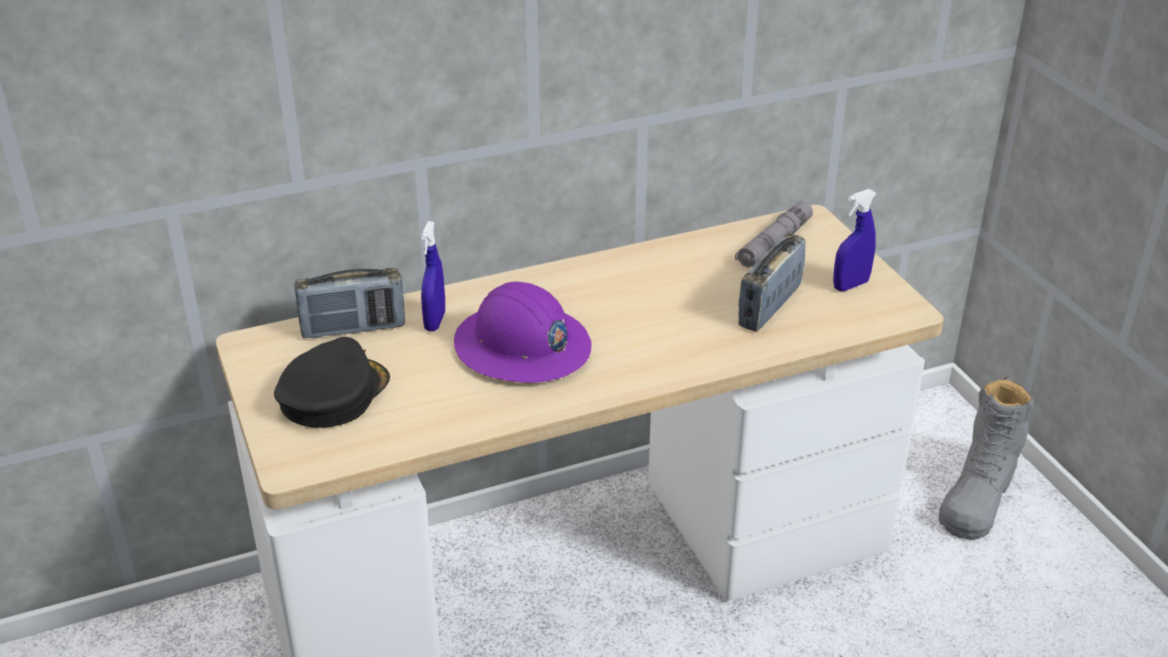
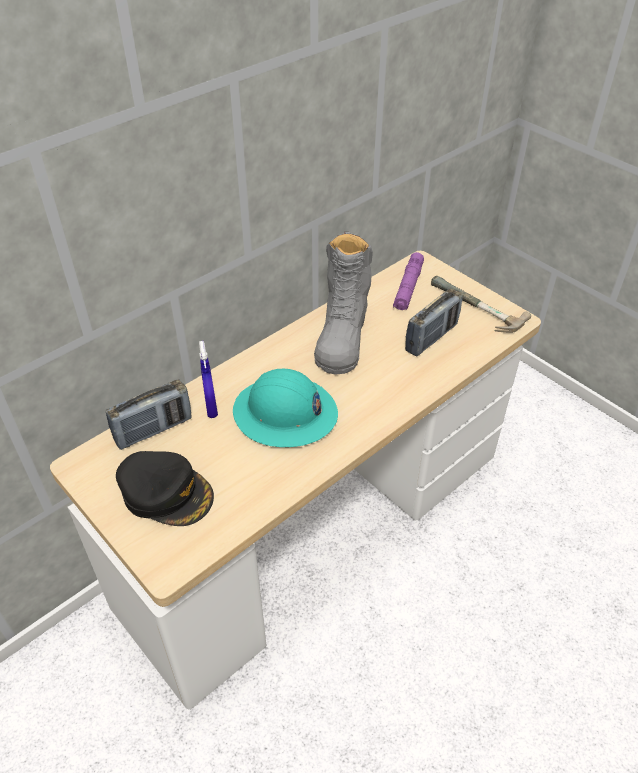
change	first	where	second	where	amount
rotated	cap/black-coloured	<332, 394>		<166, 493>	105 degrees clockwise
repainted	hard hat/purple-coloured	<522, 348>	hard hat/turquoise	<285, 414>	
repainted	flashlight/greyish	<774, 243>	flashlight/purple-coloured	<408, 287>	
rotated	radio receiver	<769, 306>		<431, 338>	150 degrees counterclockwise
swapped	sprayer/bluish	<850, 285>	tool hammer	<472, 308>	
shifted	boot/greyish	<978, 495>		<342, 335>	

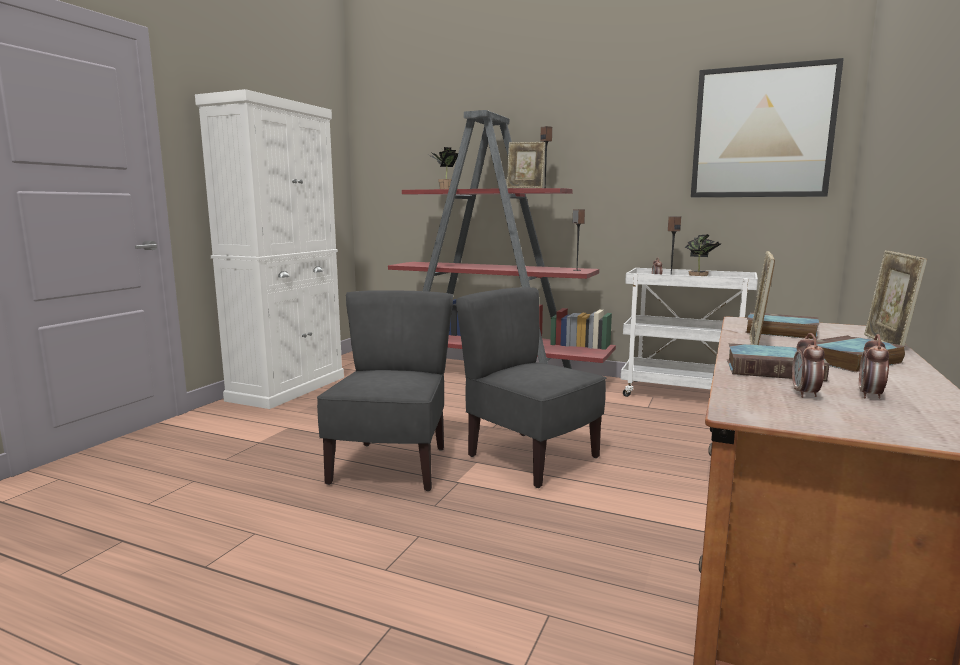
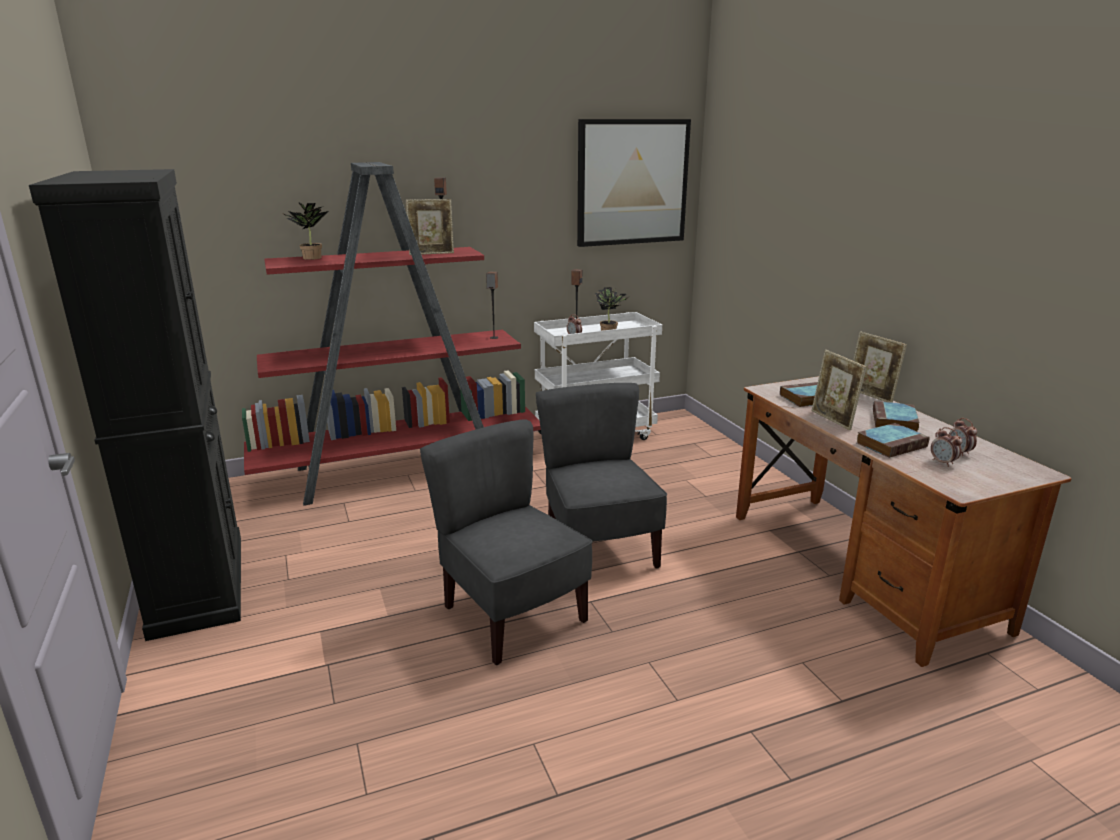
change	first	where	second	where	amount
repainted	cabinet/whitish	<288, 388>	cabinet/black-coloured	<198, 583>	
rotated	upright chair/greyish	<531, 457>		<598, 550>	75 degrees clockwise

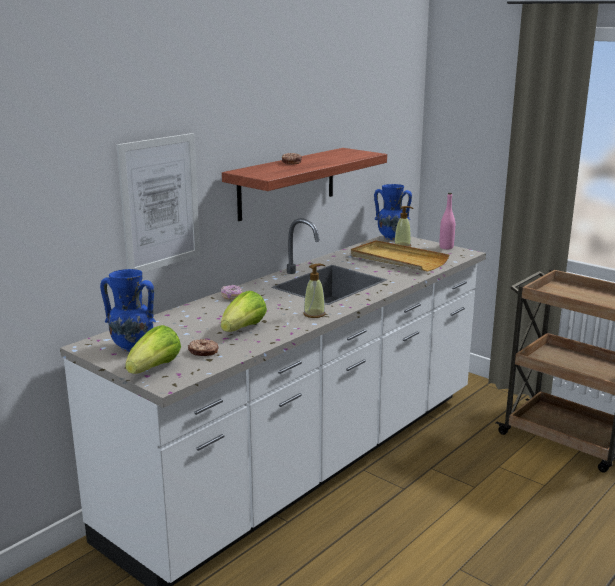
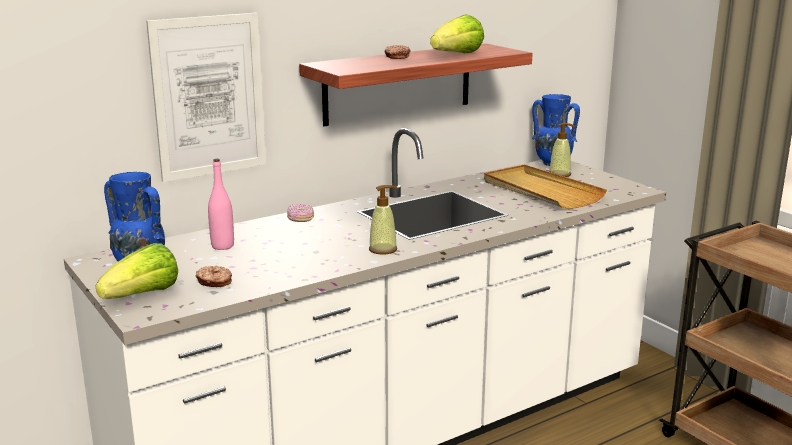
change	first	where	second	where	amount
shifted	lettuce head	<243, 329>		<457, 55>	
shifted	beverage bottle/pinkish	<446, 247>		<222, 246>	

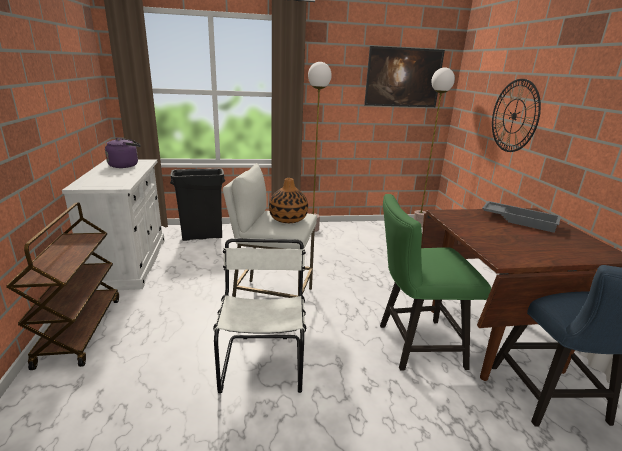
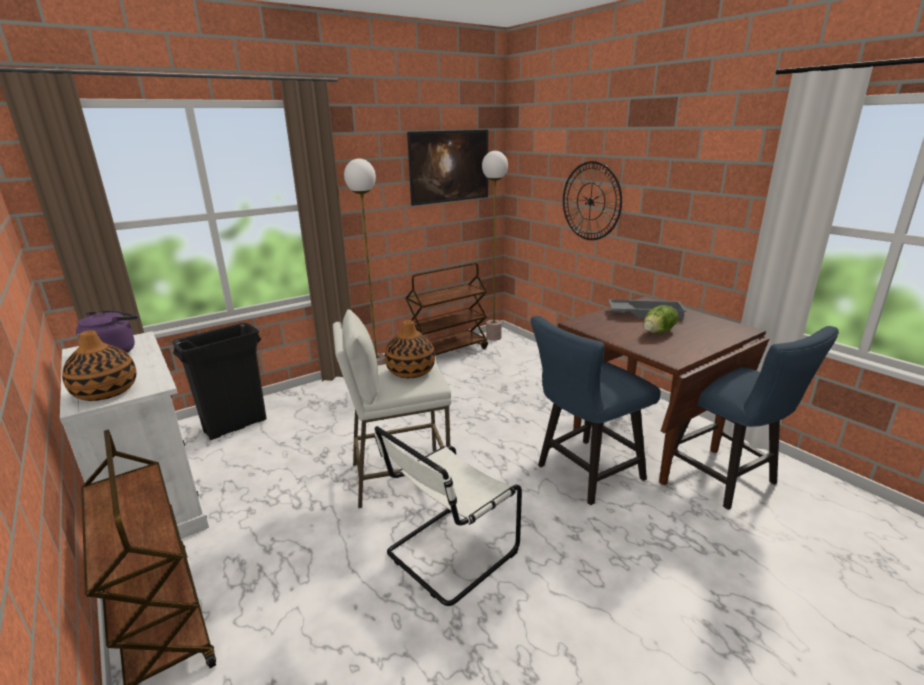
change	first	where	second	where	amount
rotated	upright chair/whitish	<263, 361>		<448, 554>	105 degrees counterclockwise
repainted	upright chair/green-coloured	<414, 345>	upright chair/bluish	<583, 474>	
new			flower vase	<106, 392>	
new			wheeled cart/brownish	<448, 352>	
new			lettuce head	<658, 332>	

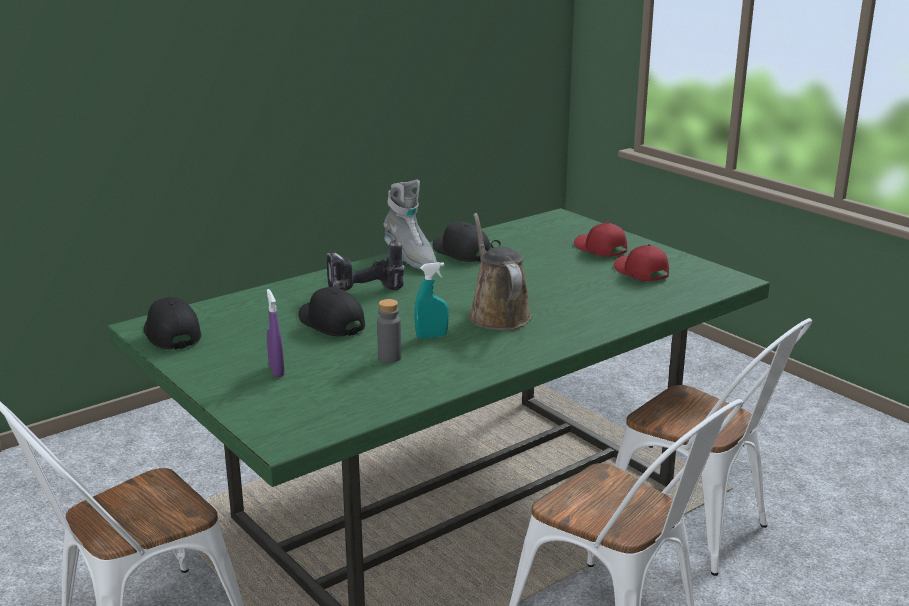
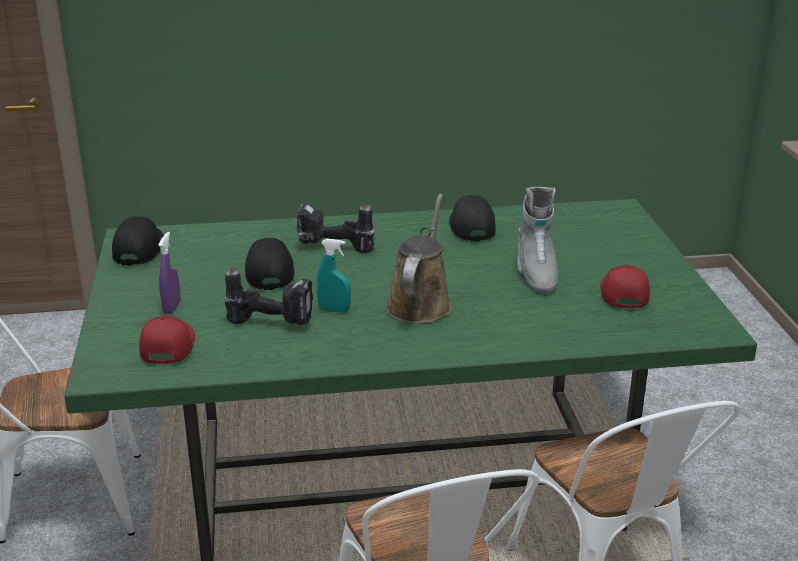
change	first	where	second	where	amount
swapped	beverage bottle/greyish	<389, 357>	power drill	<273, 321>	
shifted	boot/greyish	<409, 260>		<535, 273>	
shifted	cap/red-coloured	<600, 249>		<166, 347>	

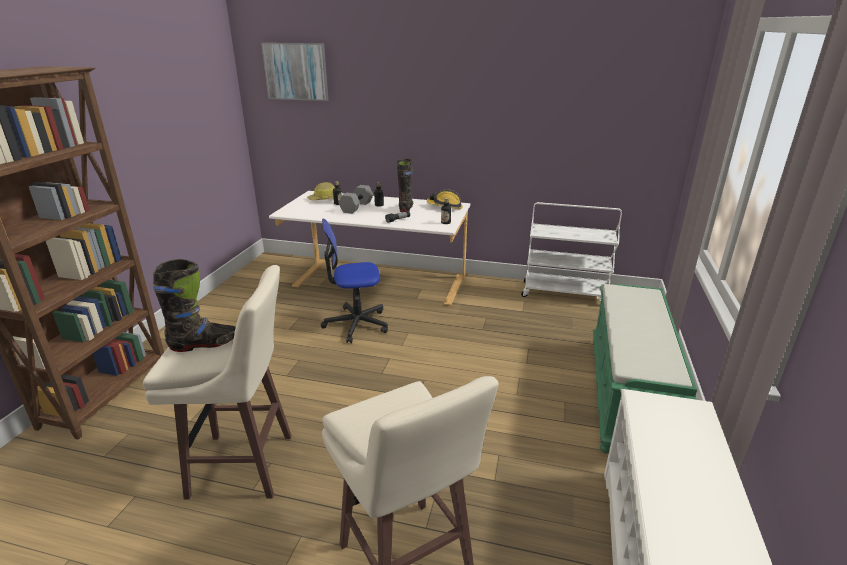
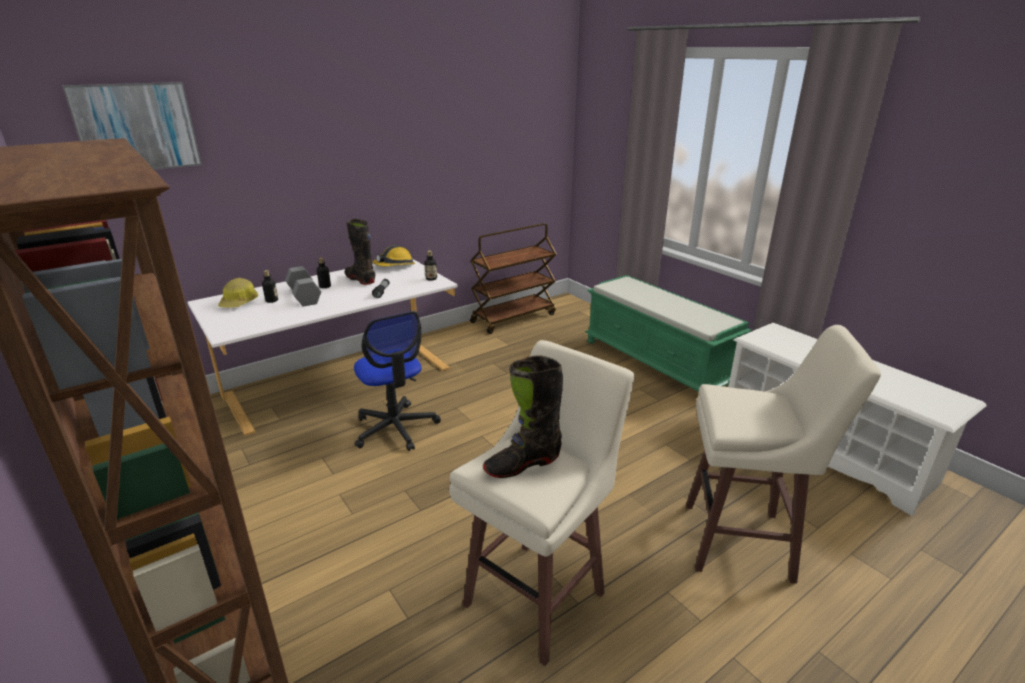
change	first	where	second	where	amount
rotated	boot/black-coloured	<204, 344>		<522, 464>	135 degrees counterclockwise
rotated	computer chair	<356, 324>		<395, 428>	60 degrees counterclockwise
repainted	wheeled cart/whitish	<565, 293>	wheeled cart/brownish	<513, 318>	

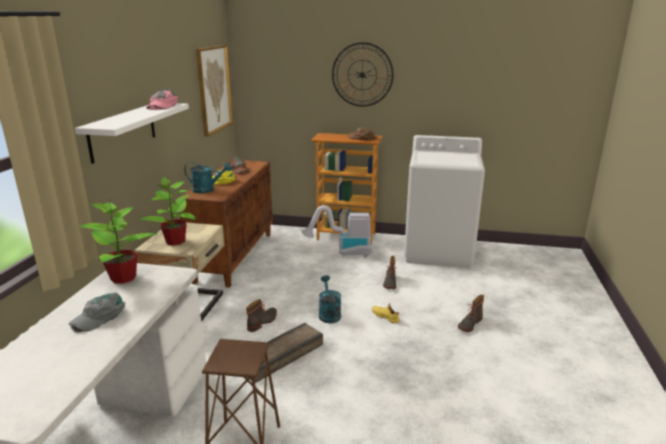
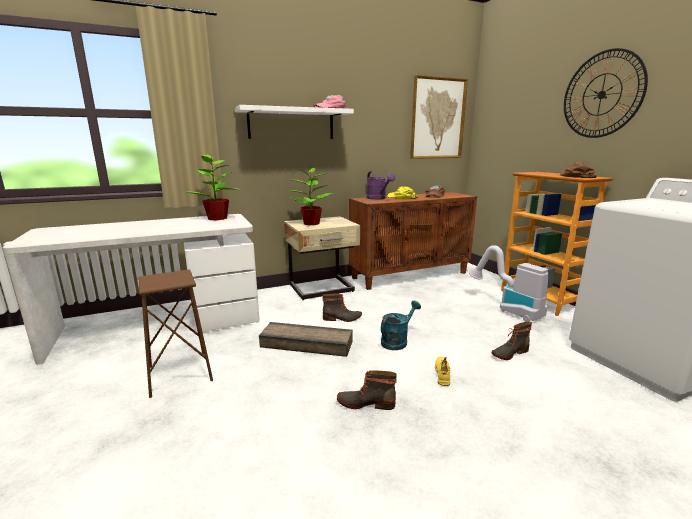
change	first	where	second	where	amount
gone	cap/greyish	<99, 316>			
repainted	watering can/turquoise	<207, 190>	watering can/purple-coloured	<378, 198>	
shifted	boot	<469, 324>		<366, 403>	

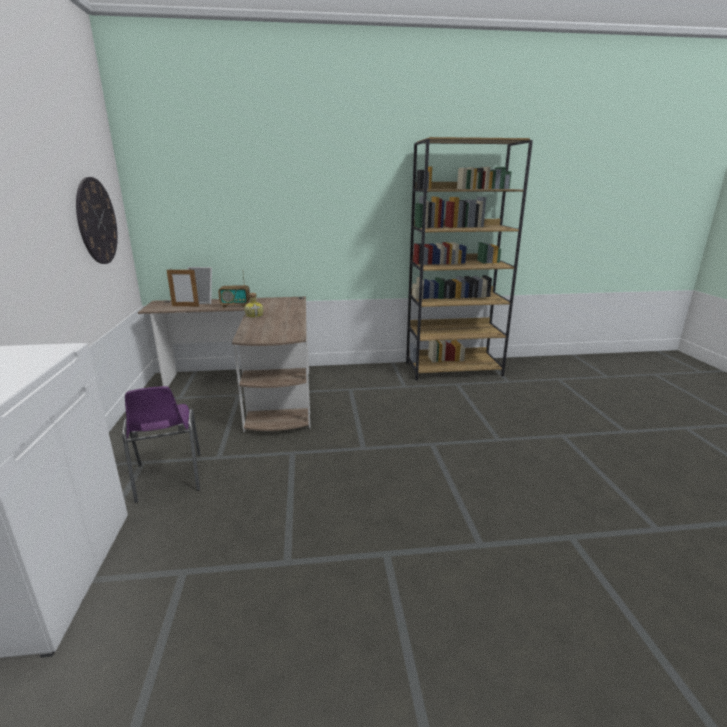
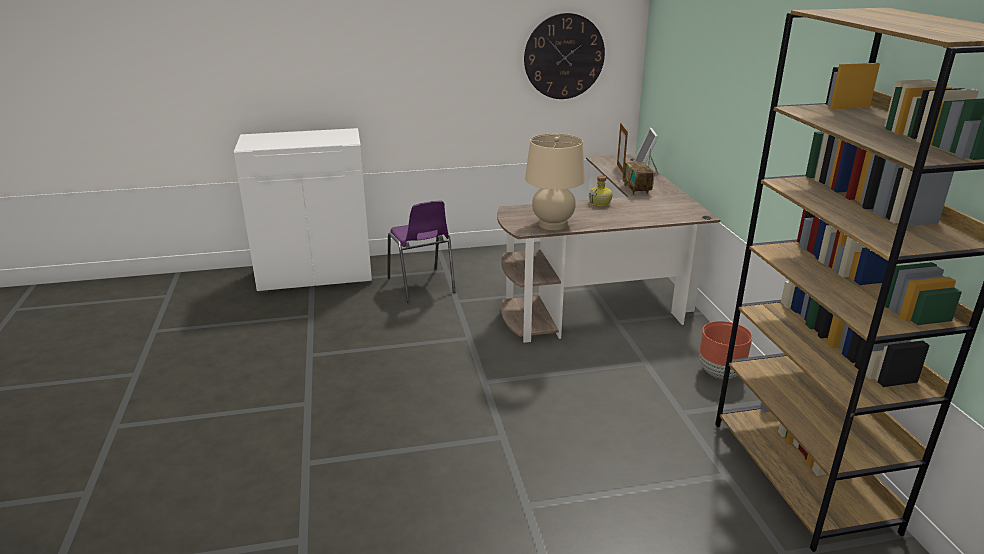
change	first	where	second	where	amount
rotated	upright chair/purple-coloured	<168, 478>		<422, 286>	90 degrees counterclockwise
new			tabletop lamp/beige-coloured	<553, 224>	
new			plant pot/brownish	<719, 373>	

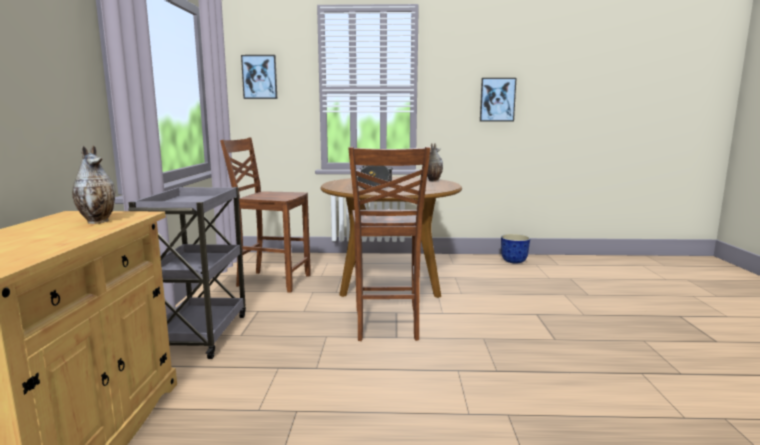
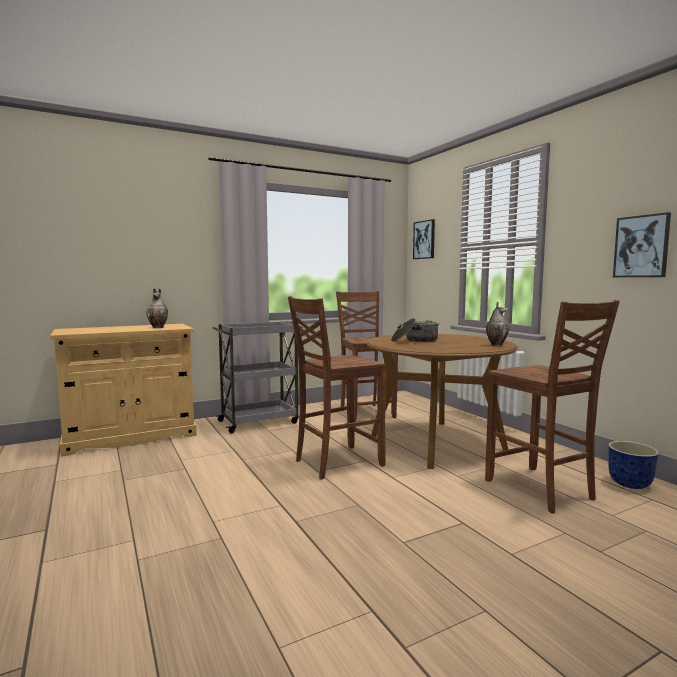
change	first	where	second	where	amount
new			upright chair/brownish	<540, 490>	

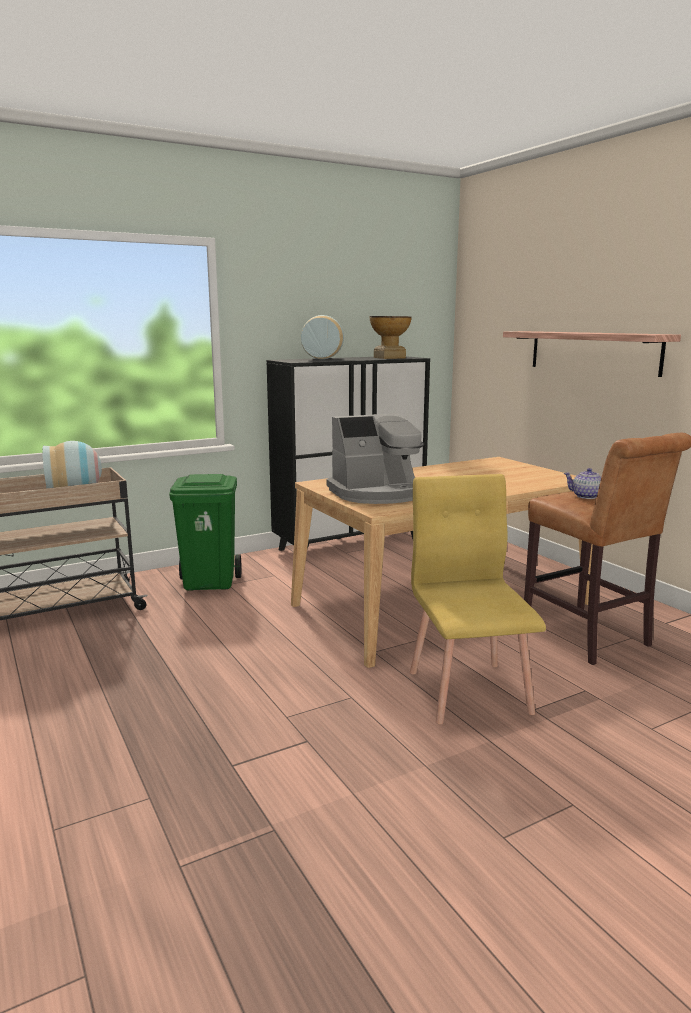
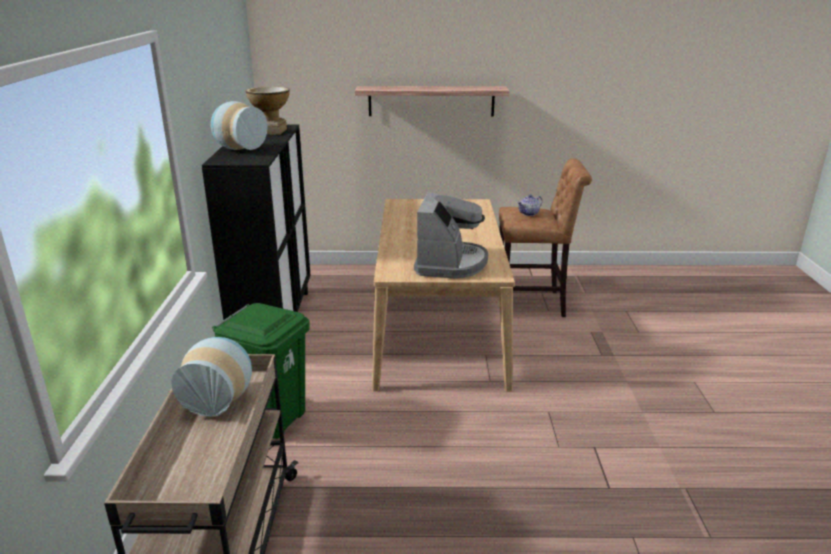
change	first	where	second	where	amount
gone	upright chair/yellow	<469, 691>			

